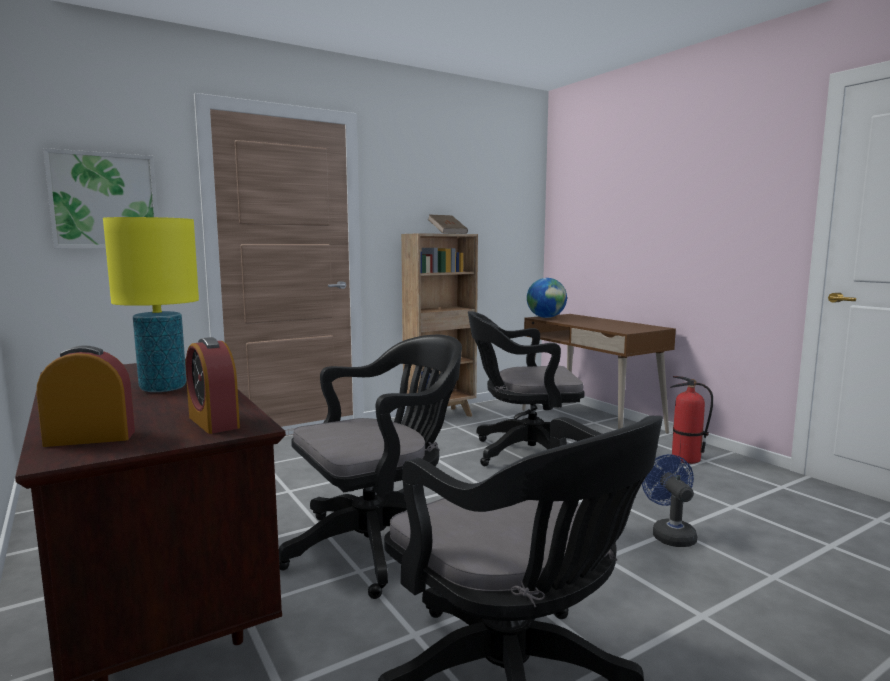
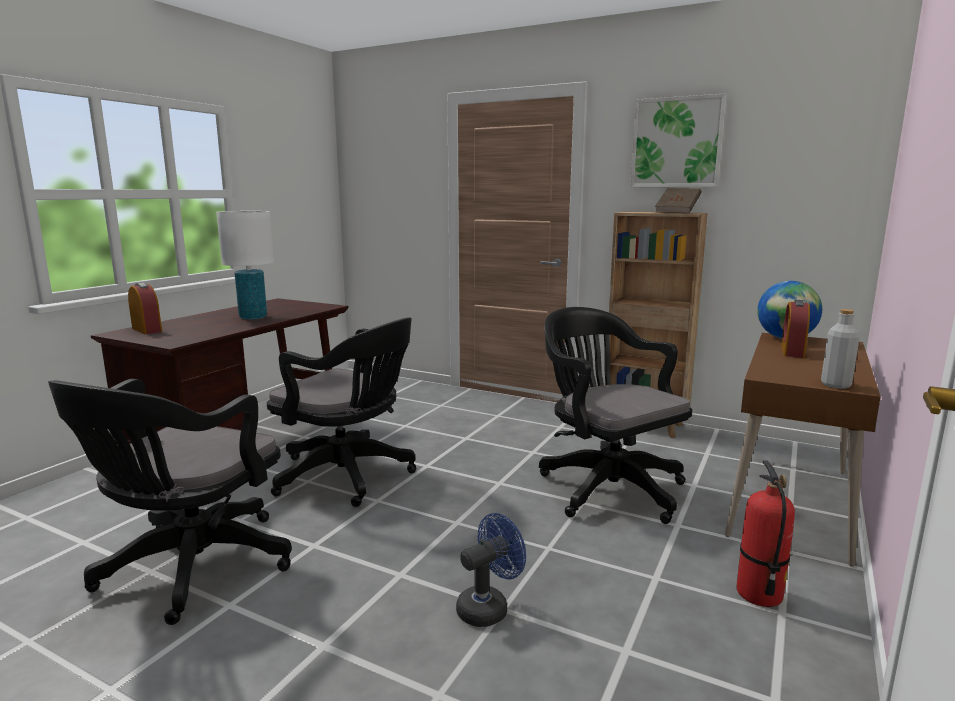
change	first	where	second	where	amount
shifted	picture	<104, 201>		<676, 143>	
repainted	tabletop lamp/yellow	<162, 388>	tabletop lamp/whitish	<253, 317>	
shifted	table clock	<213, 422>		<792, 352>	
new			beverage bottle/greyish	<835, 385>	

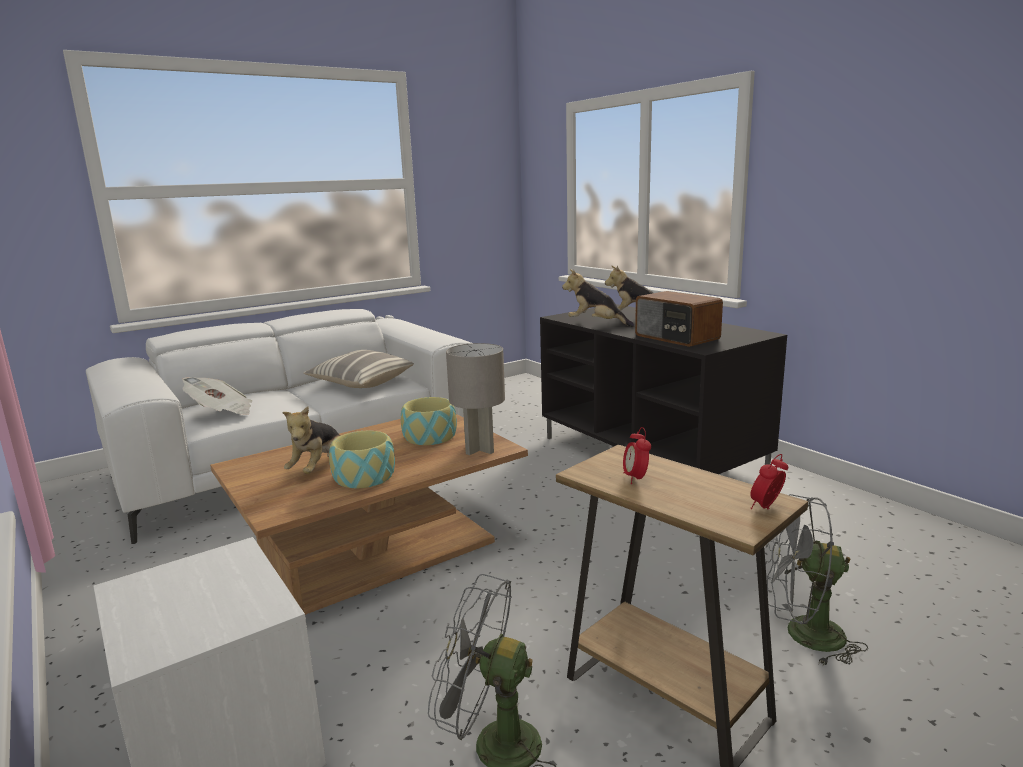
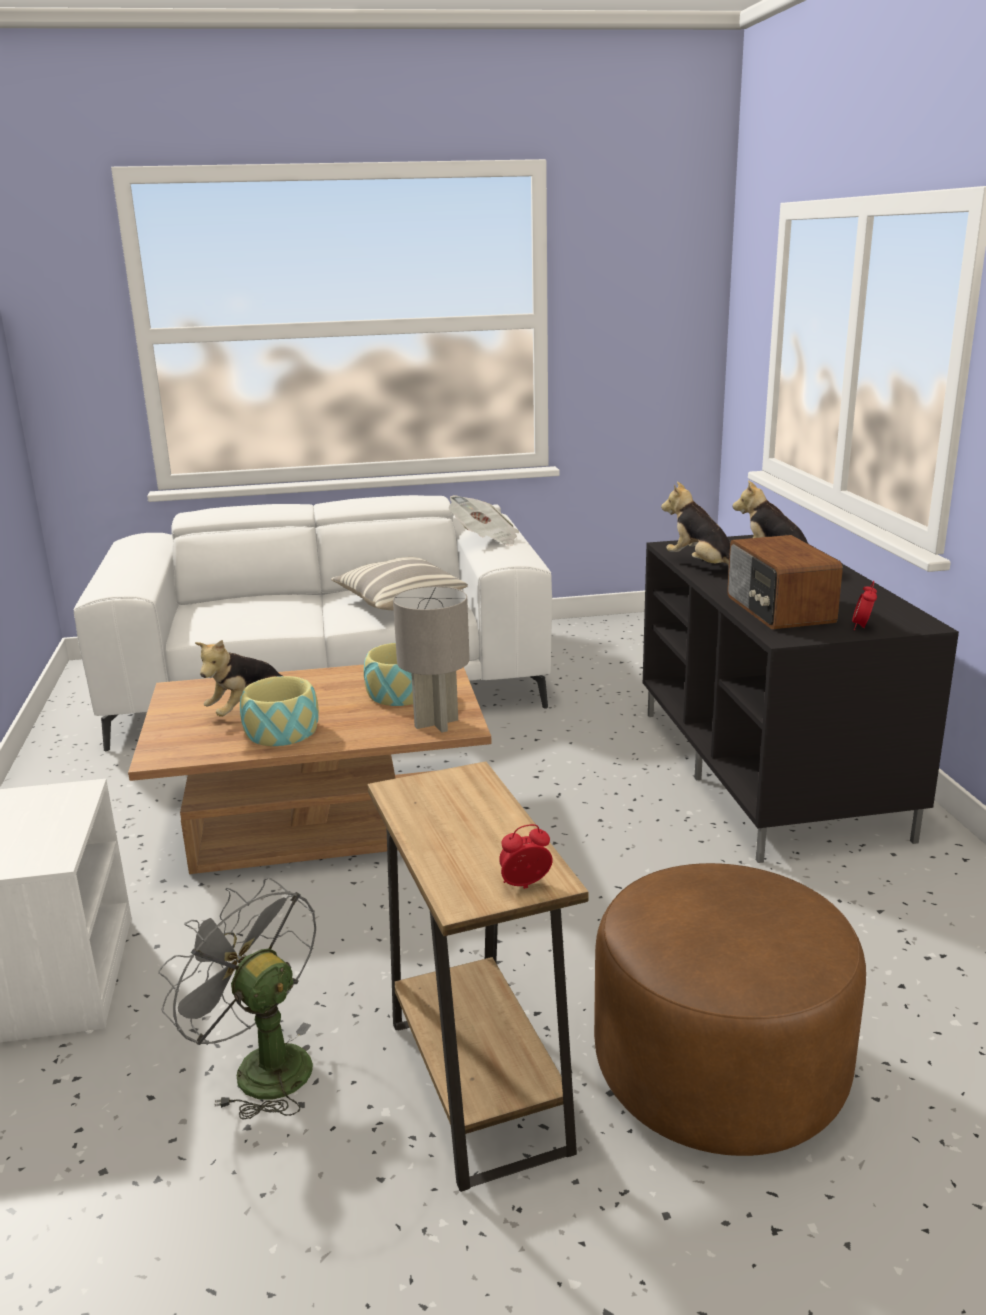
change	first	where	second	where	amount
shifted	daily paper	<222, 412>		<485, 539>	
shifted	table clock	<635, 478>		<862, 627>	
swapped	cooling fan/greyish	<802, 635>	ottoman/brownish	<719, 1071>	

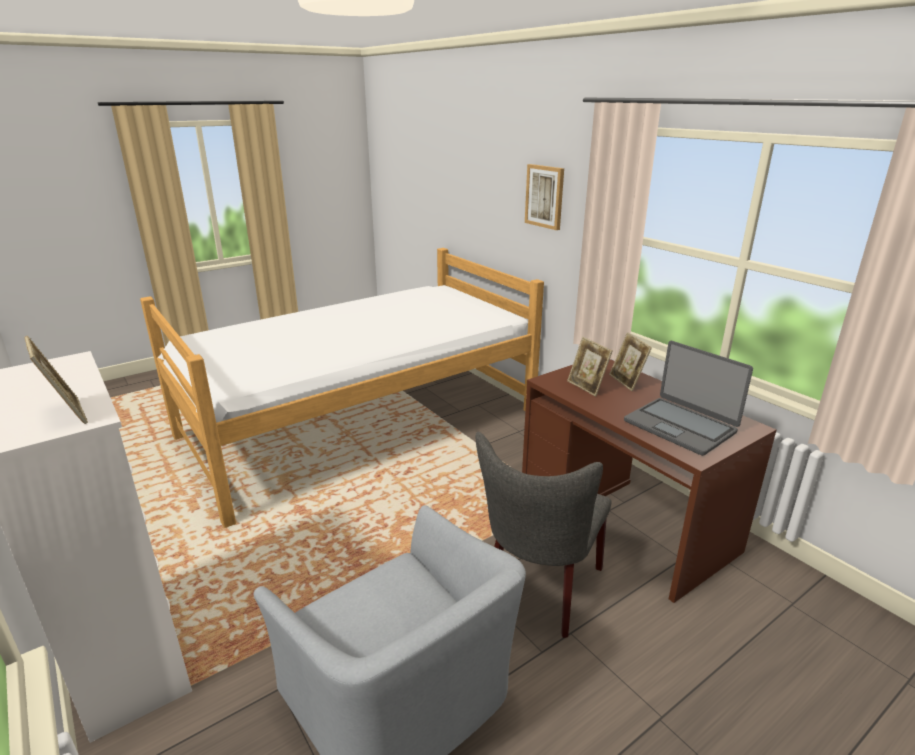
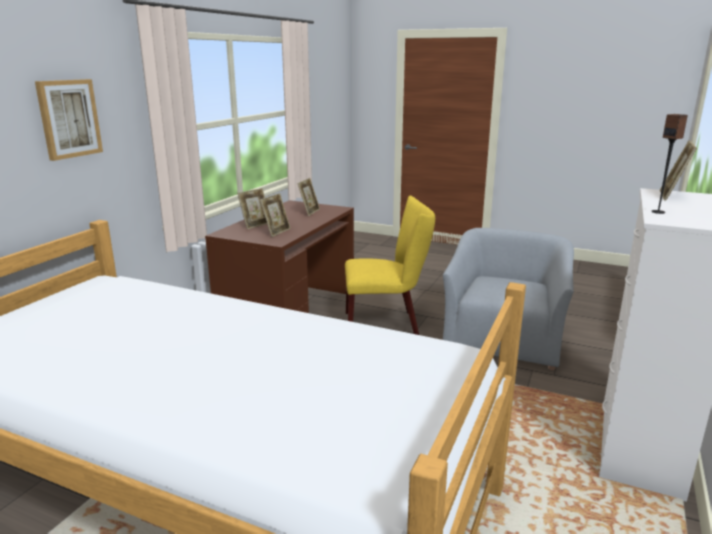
change	first	where	second	where	amount
repainted	upright chair/greyish	<539, 590>	upright chair/yellow	<386, 324>	
swapped	laptop	<680, 426>	picture frame	<309, 212>	
new			loudspeaker	<658, 212>	

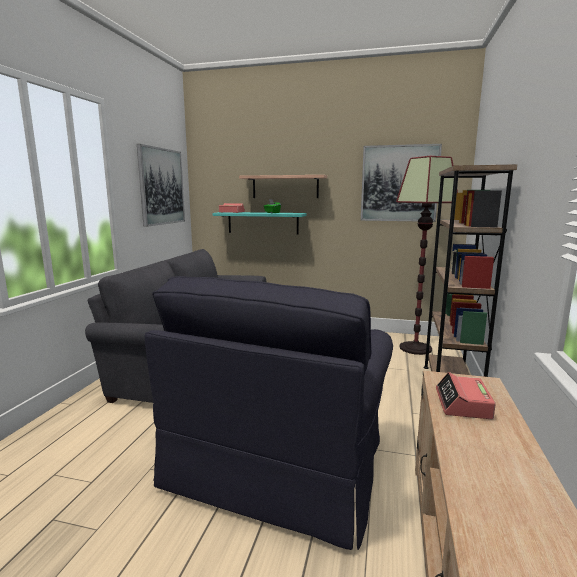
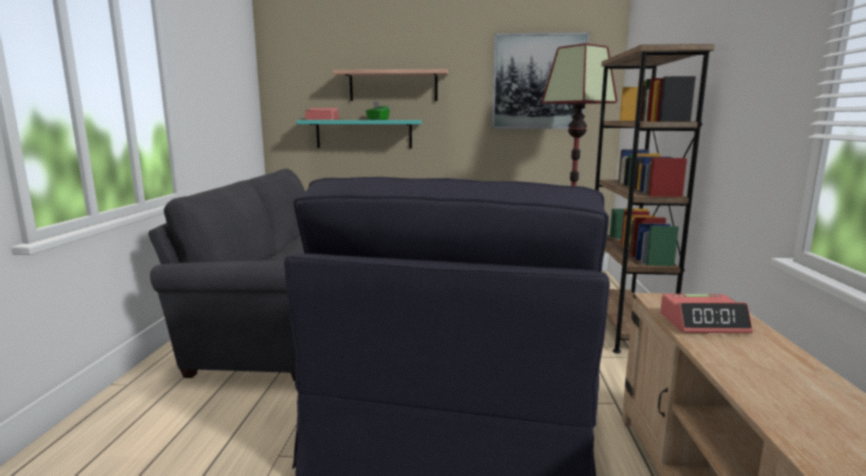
change	first	where	second	where	amount
gone	picture	<161, 186>			
rotated	table clock	<463, 404>		<703, 323>	90 degrees counterclockwise

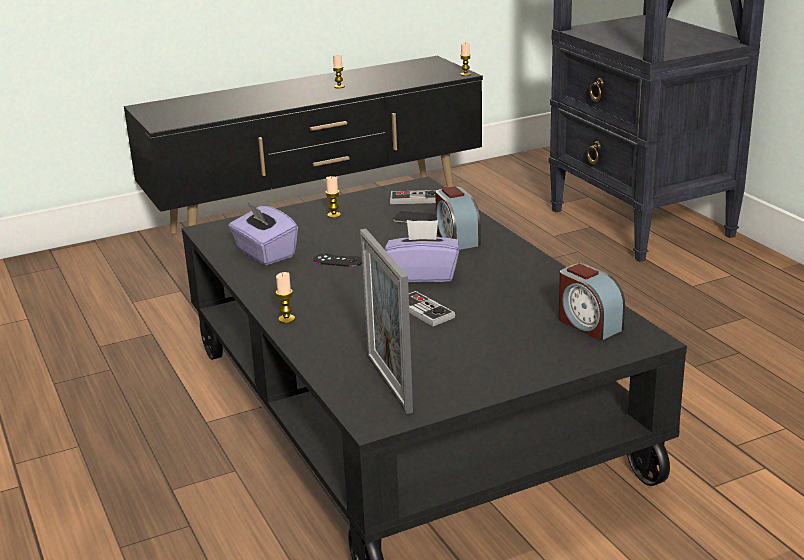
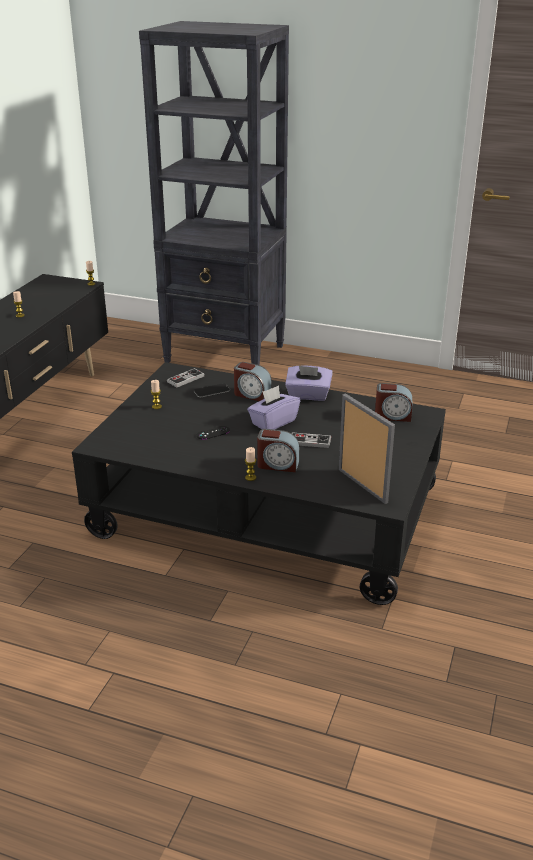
change	first	where	second	where	amount
shifted	box of tissues/purple-coloured	<265, 253>		<308, 395>	
rotated	picture frame	<388, 383>		<362, 485>	150 degrees counterclockwise
new			table clock	<277, 464>	

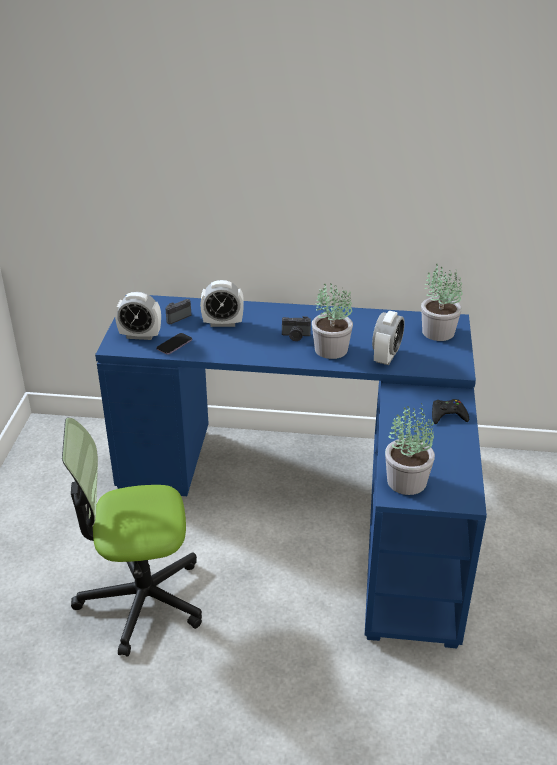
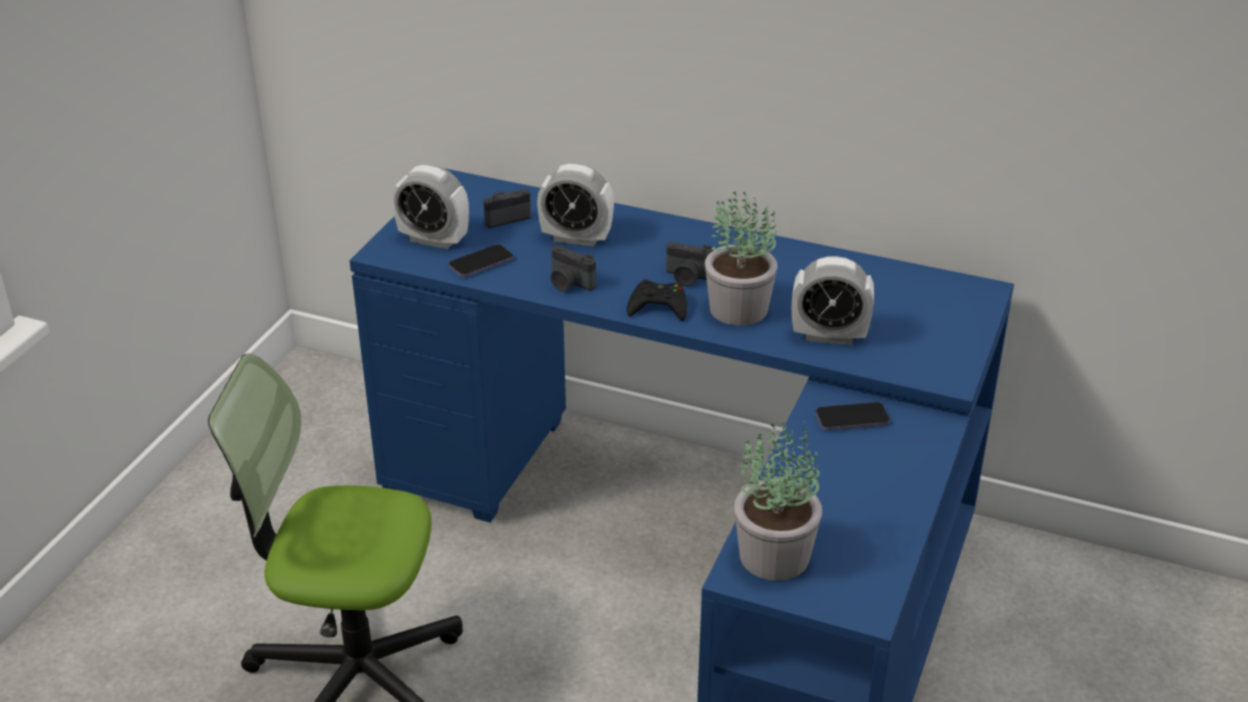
change	first	where	second	where	amount
rotated	table clock	<386, 357>		<829, 336>	60 degrees clockwise
gone	houseplant	<437, 332>			
shifted	joypad/black-coloured	<448, 415>		<658, 307>	
new			still camera	<569, 284>	
new			handset	<852, 419>	

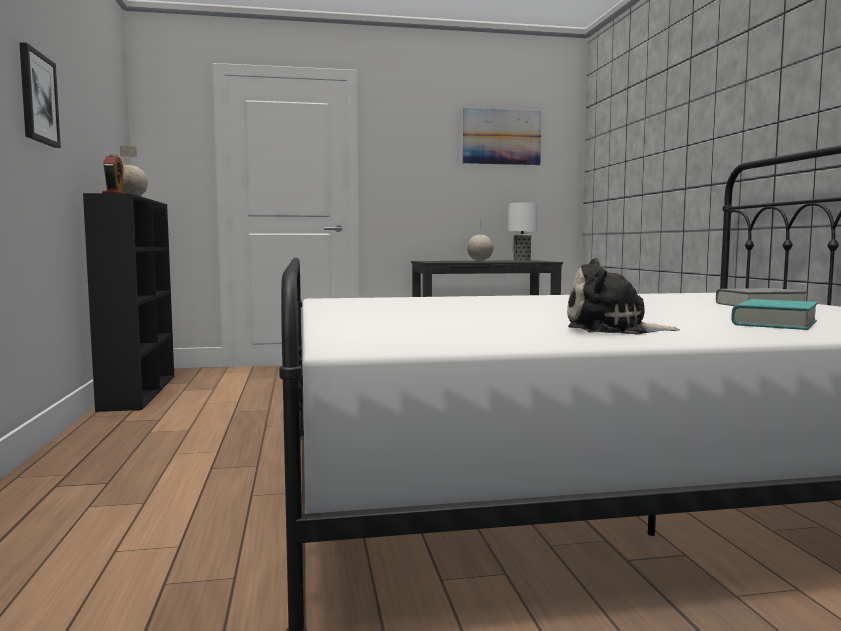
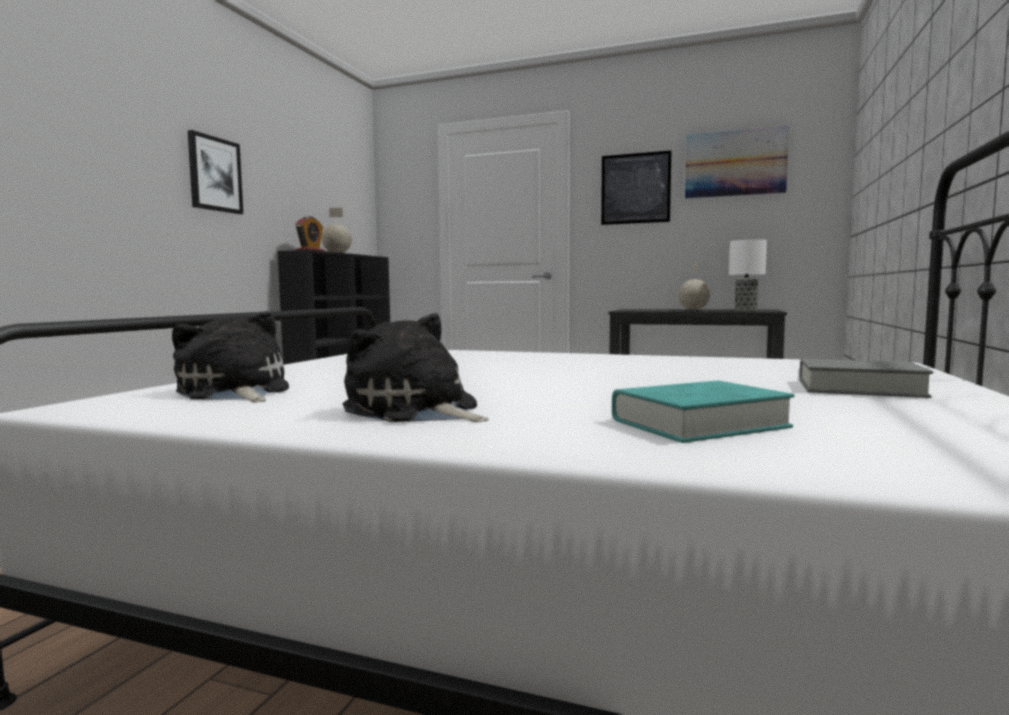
change	first	where	second	where	amount
new			plush toy	<235, 392>	
new			picture	<635, 188>	

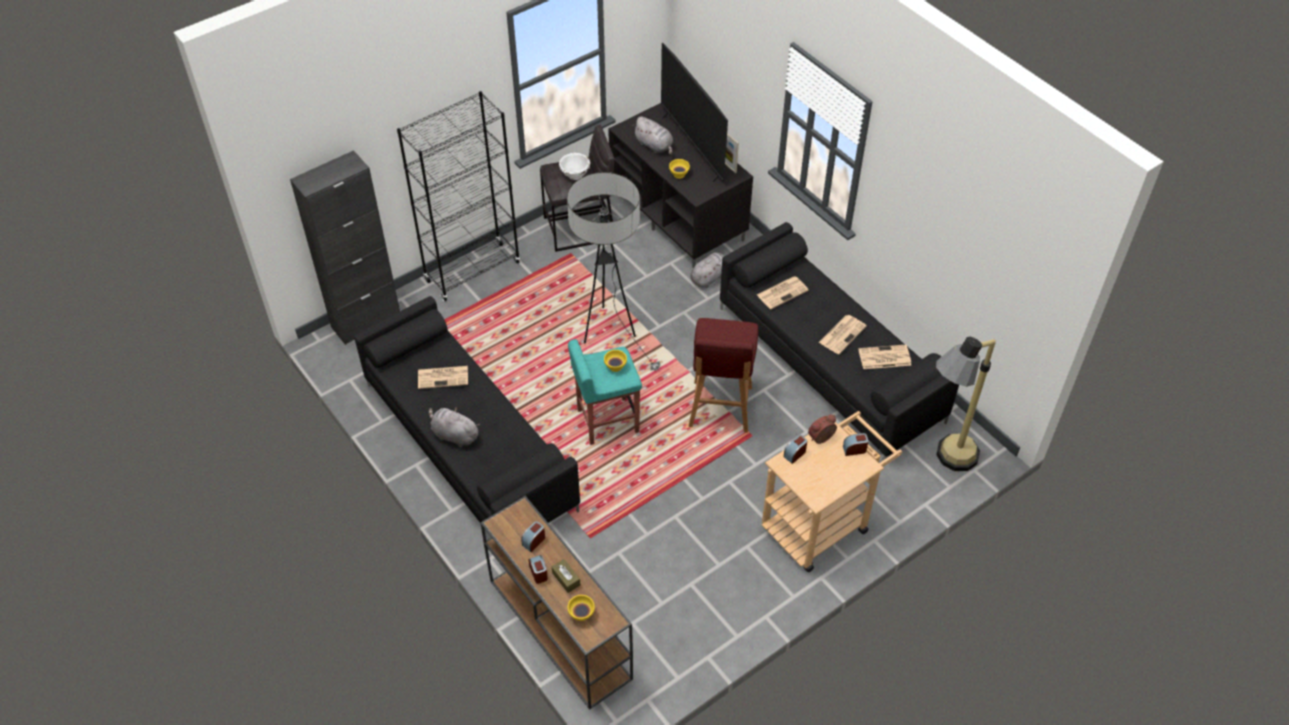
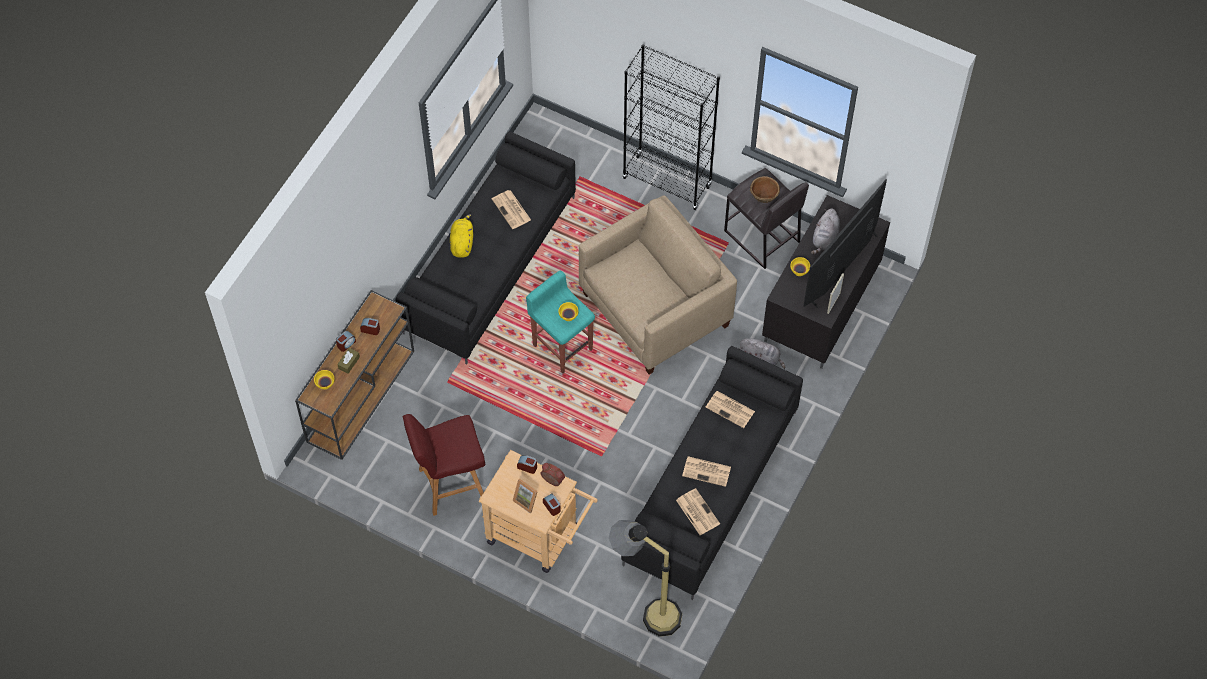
change	first	where	second	where	amount
gone	cabinet/black-coloured	<366, 321>			
repainted	plush toy/greyish	<454, 435>	plush toy/yellow	<462, 243>	
repainted	bowl/whitish	<574, 175>	bowl/brownish	<763, 196>	
swapped	floor lamp	<610, 333>	armchair/beige-coloured	<655, 310>	
shifted	stool/red-coloured	<720, 408>		<450, 485>	
new			picture frame	<527, 500>	

